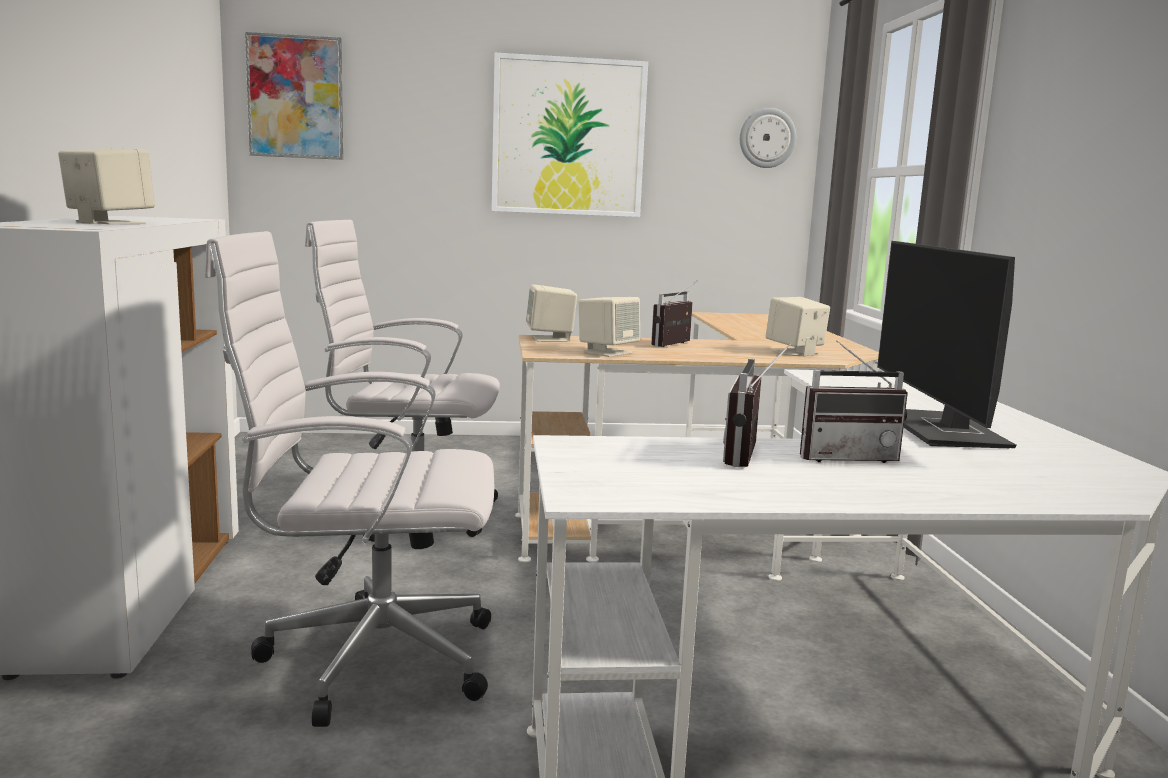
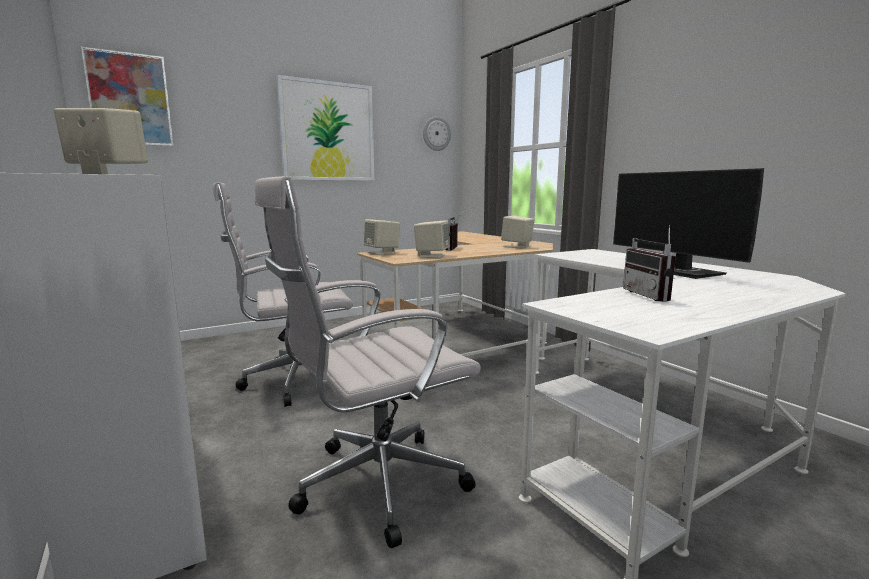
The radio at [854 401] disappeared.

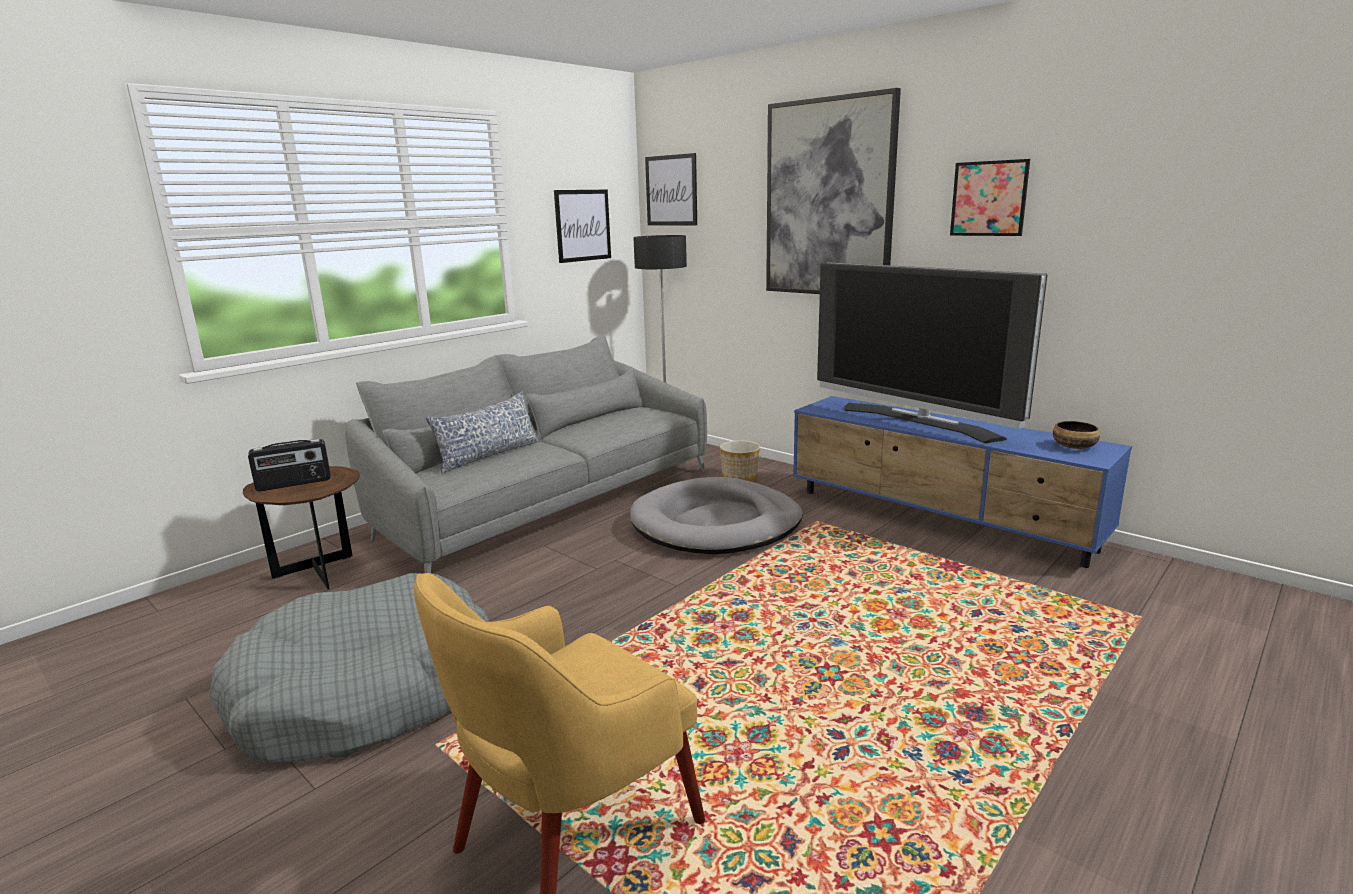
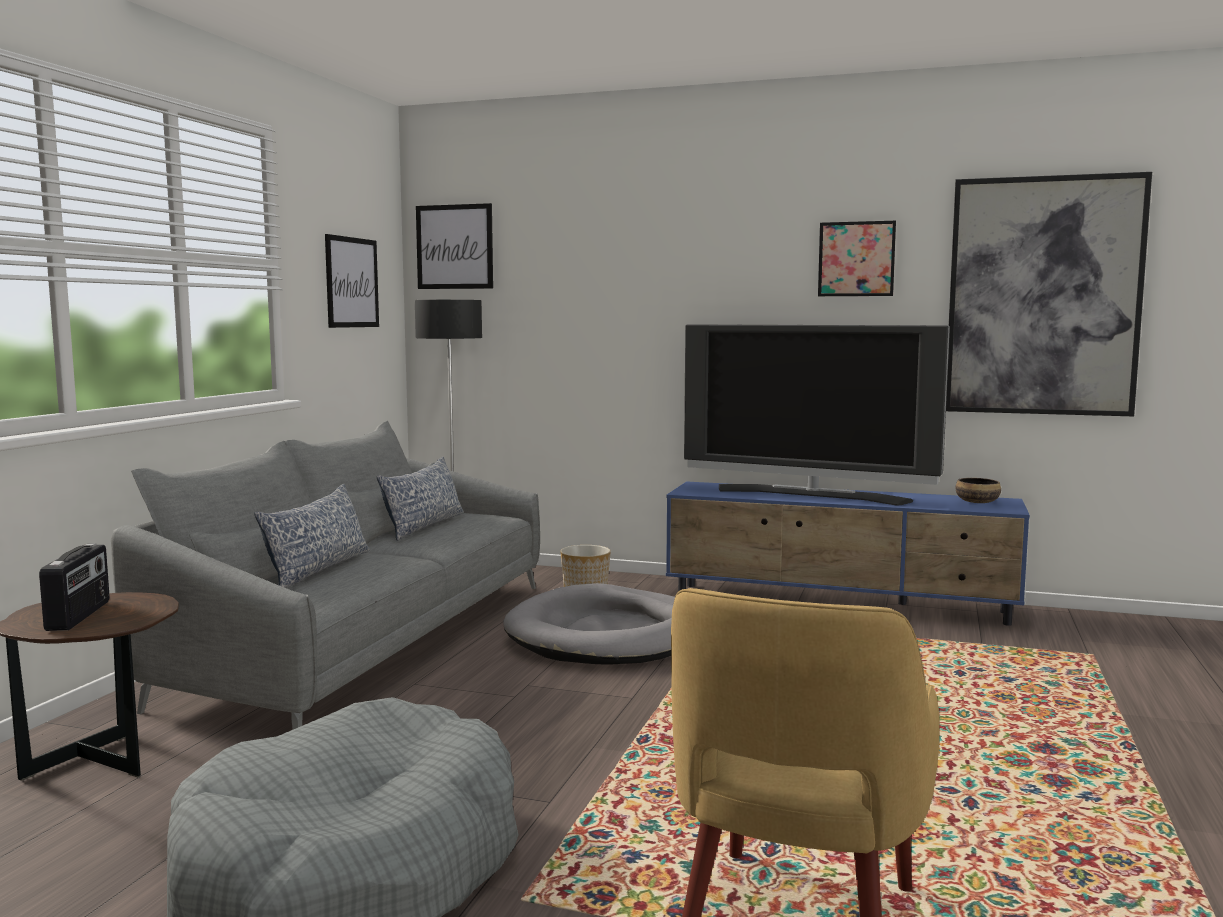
The tableau moved from [833 191] to [1049 294].
The radio at [289 465] turned 45 degrees counterclockwise.
The coussin at [420 498] appeared.

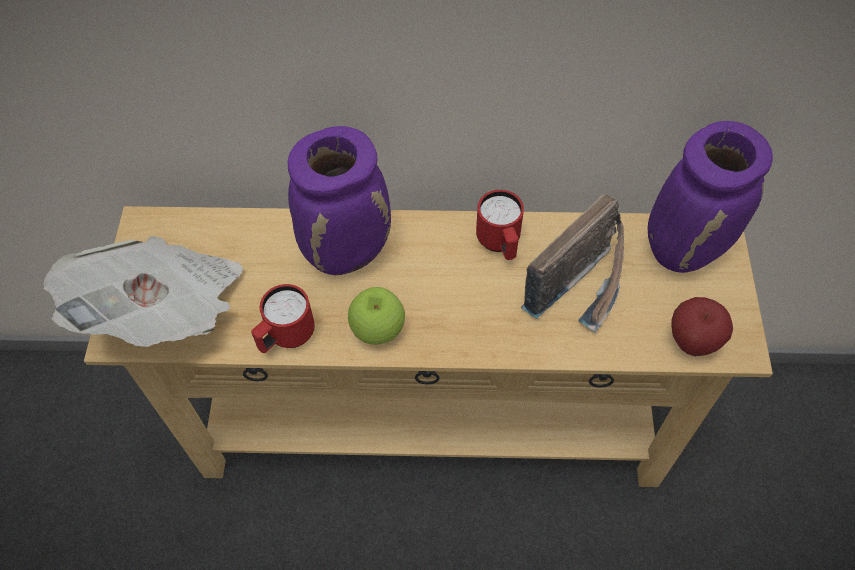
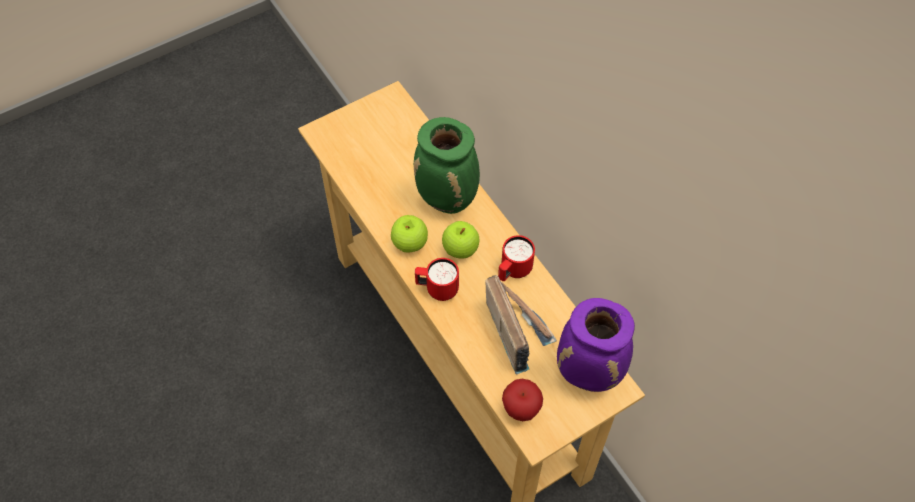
The vase/violet at [339 200] became the vase/vert at [447 165].
The radio at [572 264] turned 120 degrees counterclockwise.
The journal at [143 291] disappeared.
The mug/rouge moved from [283 318] to [437 279].
The pomme at [460 240] appeared.

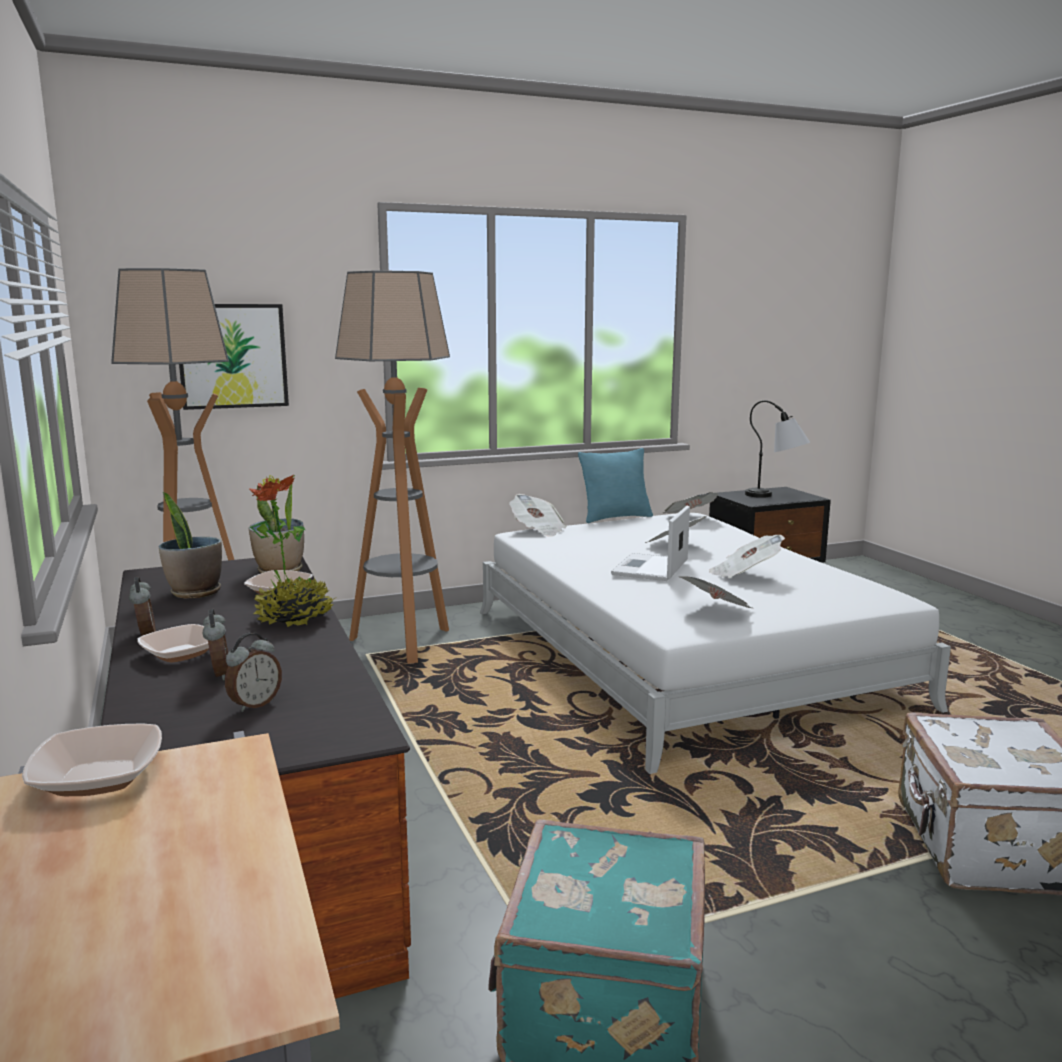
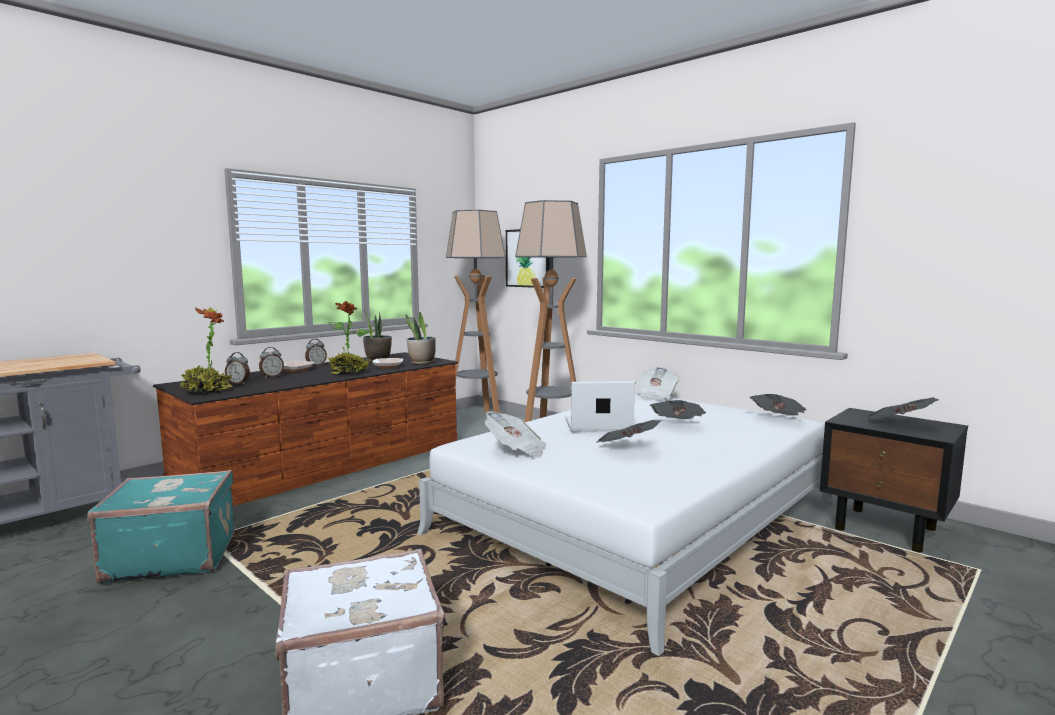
The lampe de table at [777 449] was replaced by the journal at [902 408].
The coussin/turquoise at [615 485] disappeared.
The bol at [92 759] disappeared.
The plante en pot at [206 350] appeared.

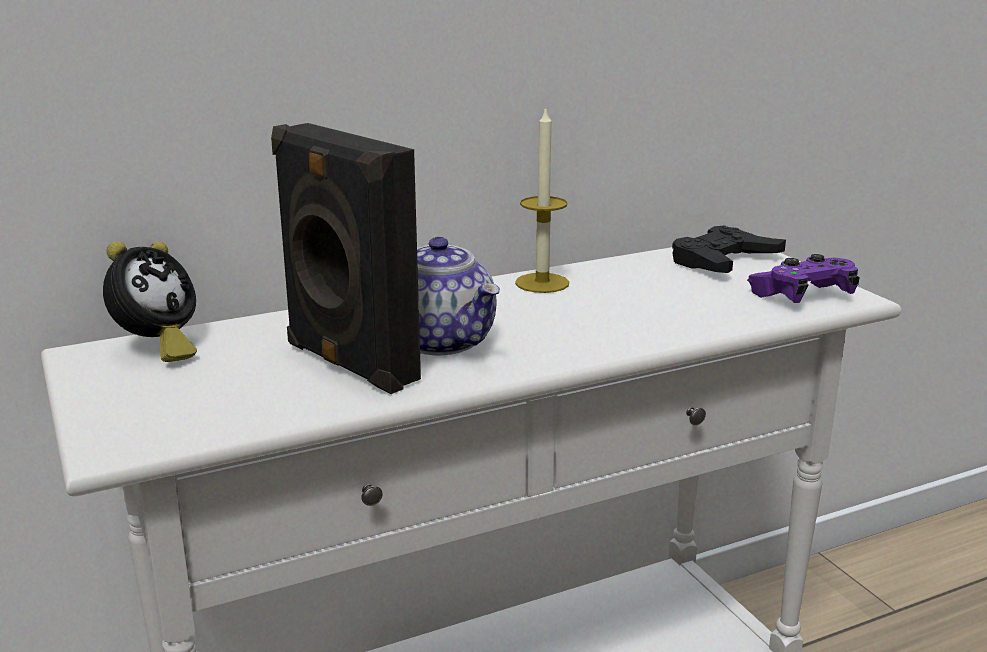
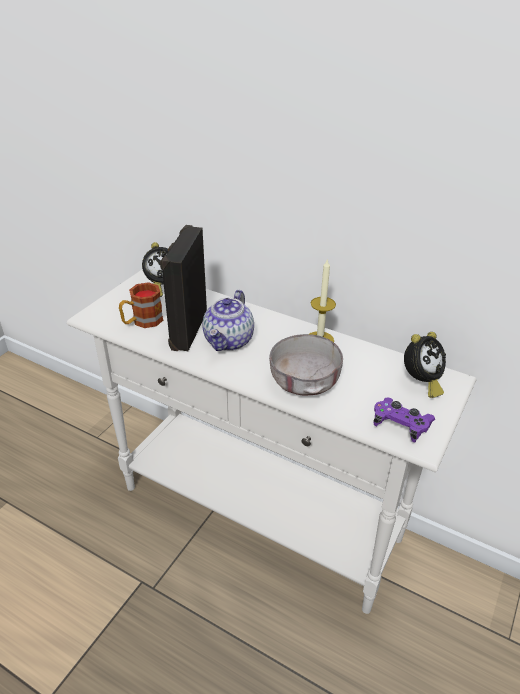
The manette/noir at [729 249] was replaced by the réveil at [425 365].
The mug at [141 305] appeared.
The bol/gris at [306 365] appeared.

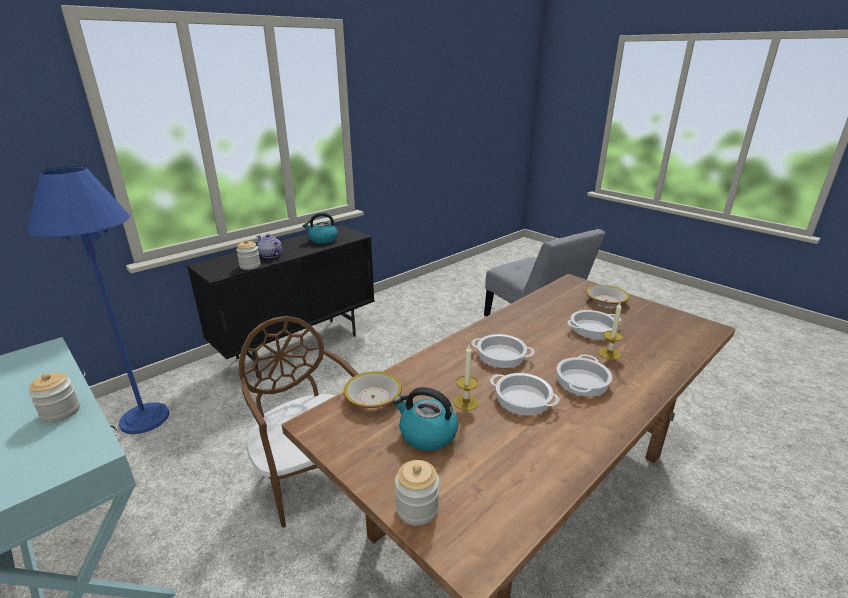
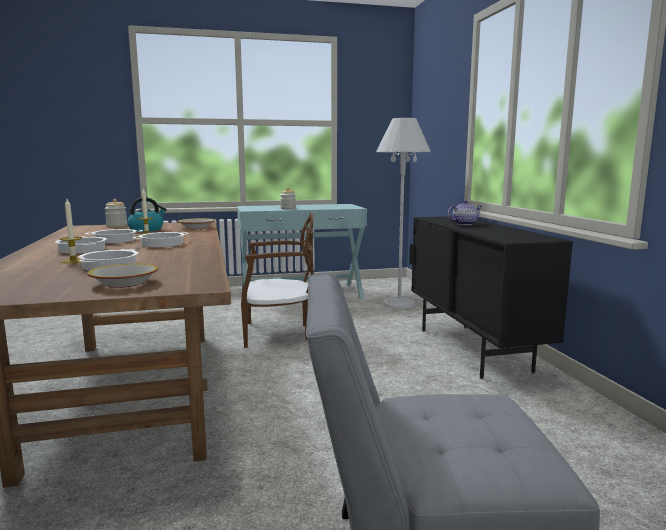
The lampadaire/bleu at [98 300] became the lampadaire/blanc at [403 213].
The bouilloire at [320 228] disappeared.
The bocal at [248 255] disappeared.

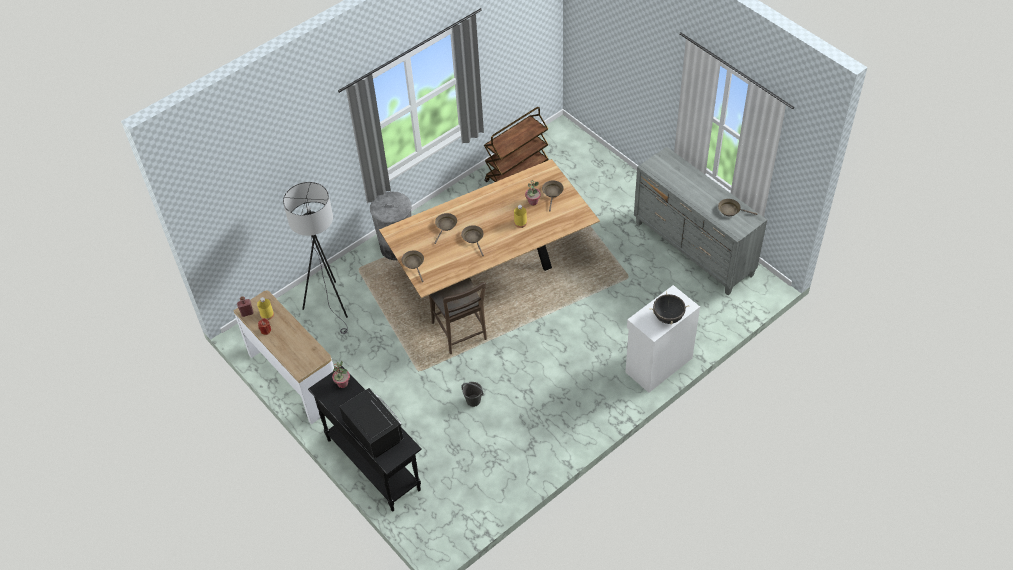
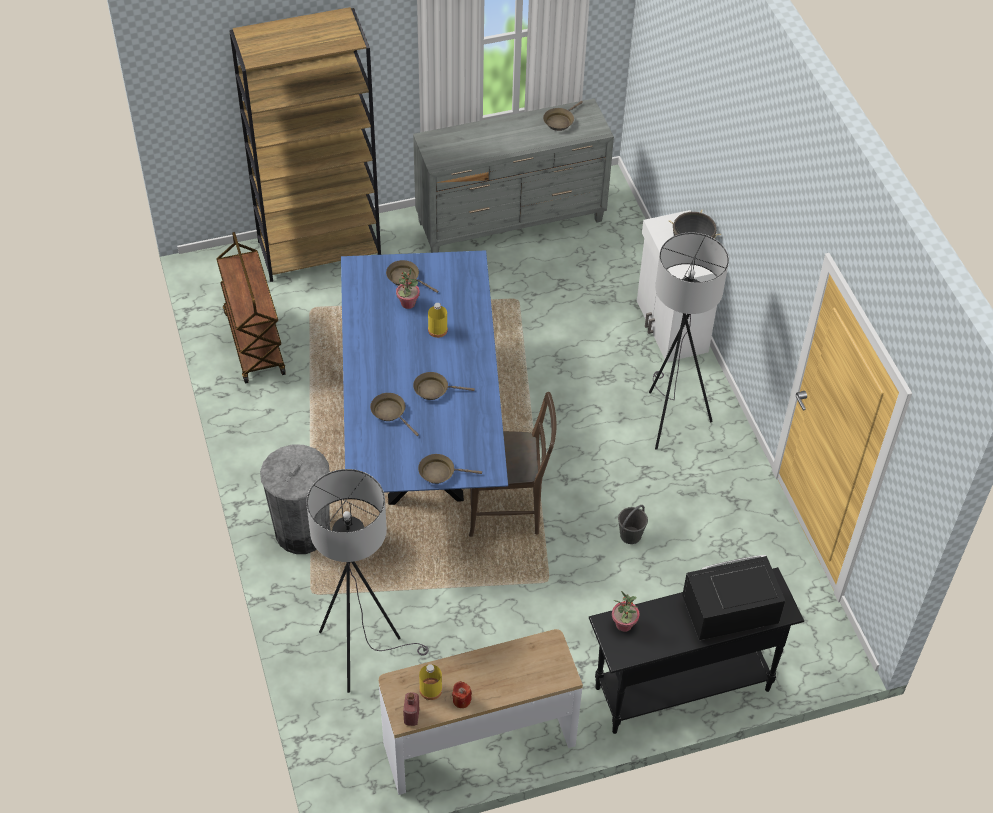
The table à manger/marron at [489 228] became the table à manger/bleu at [424 377].
The bibliothèque/marron at [305 144] appeared.
The lampadaire/gris at [689 341] appeared.

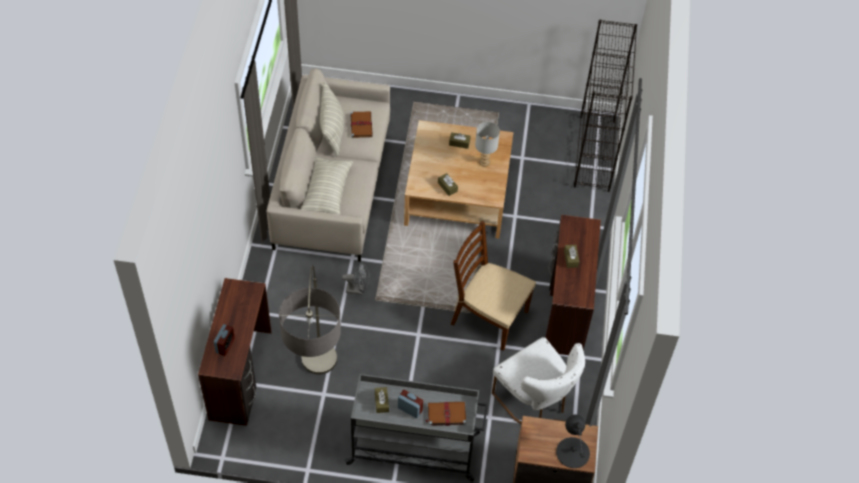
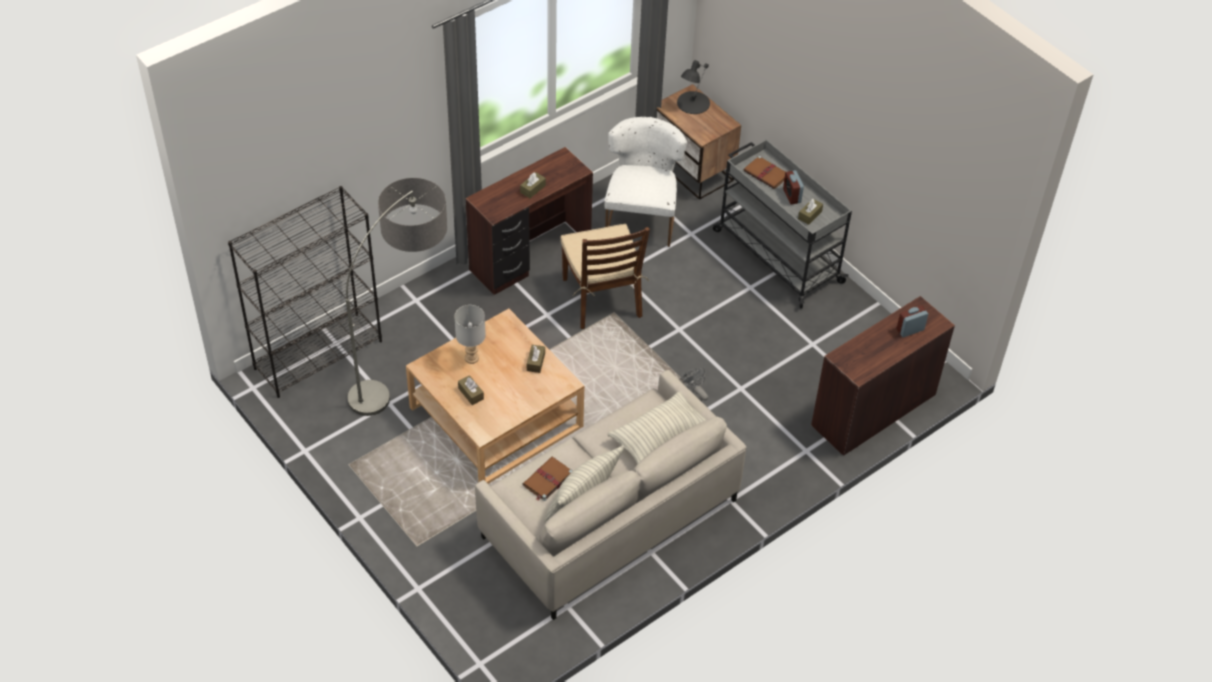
The lampadaire moved from [310 319] to [396 297].

